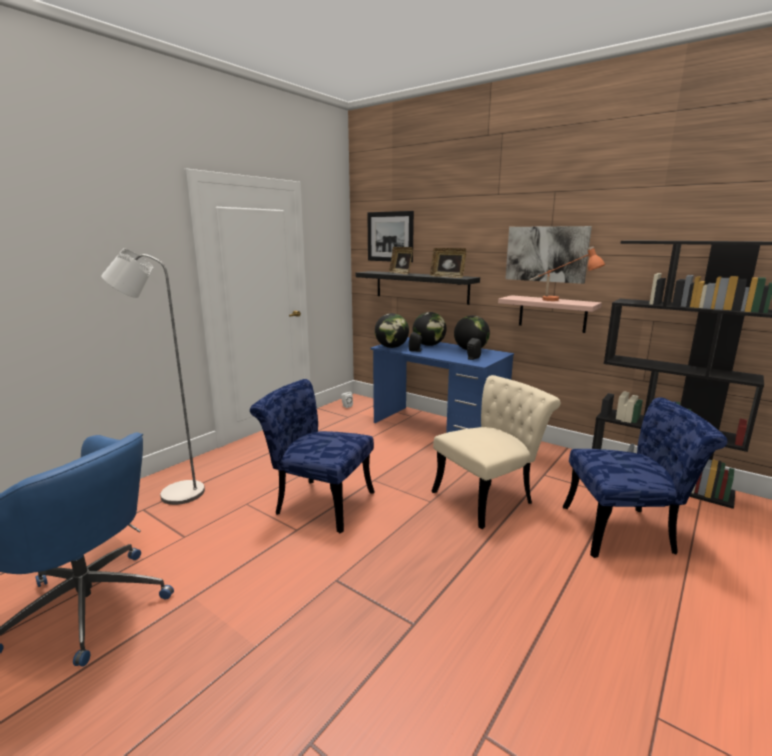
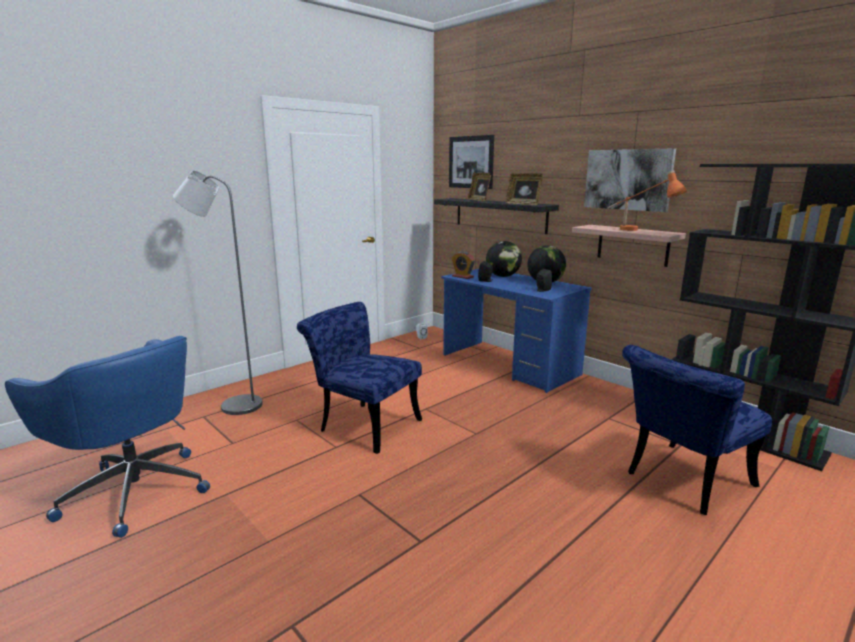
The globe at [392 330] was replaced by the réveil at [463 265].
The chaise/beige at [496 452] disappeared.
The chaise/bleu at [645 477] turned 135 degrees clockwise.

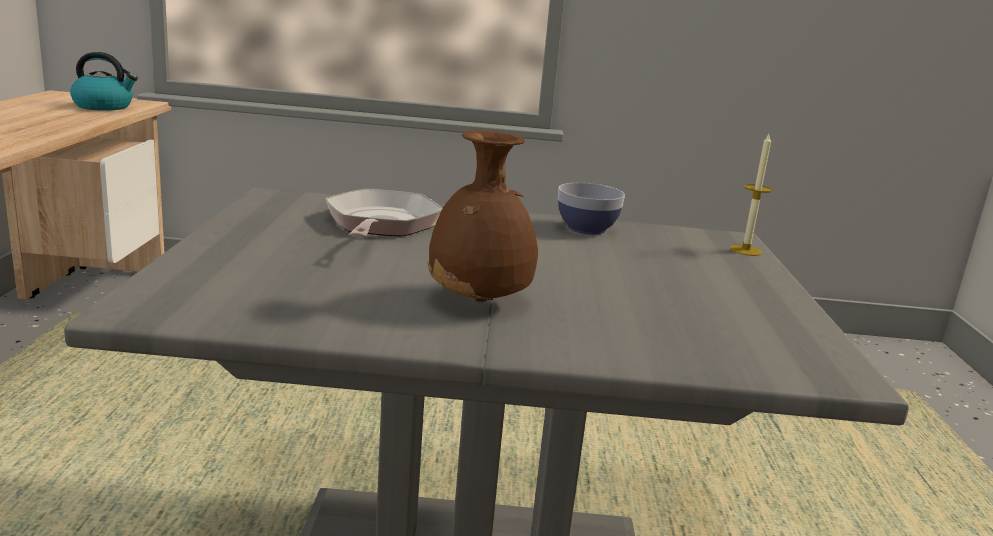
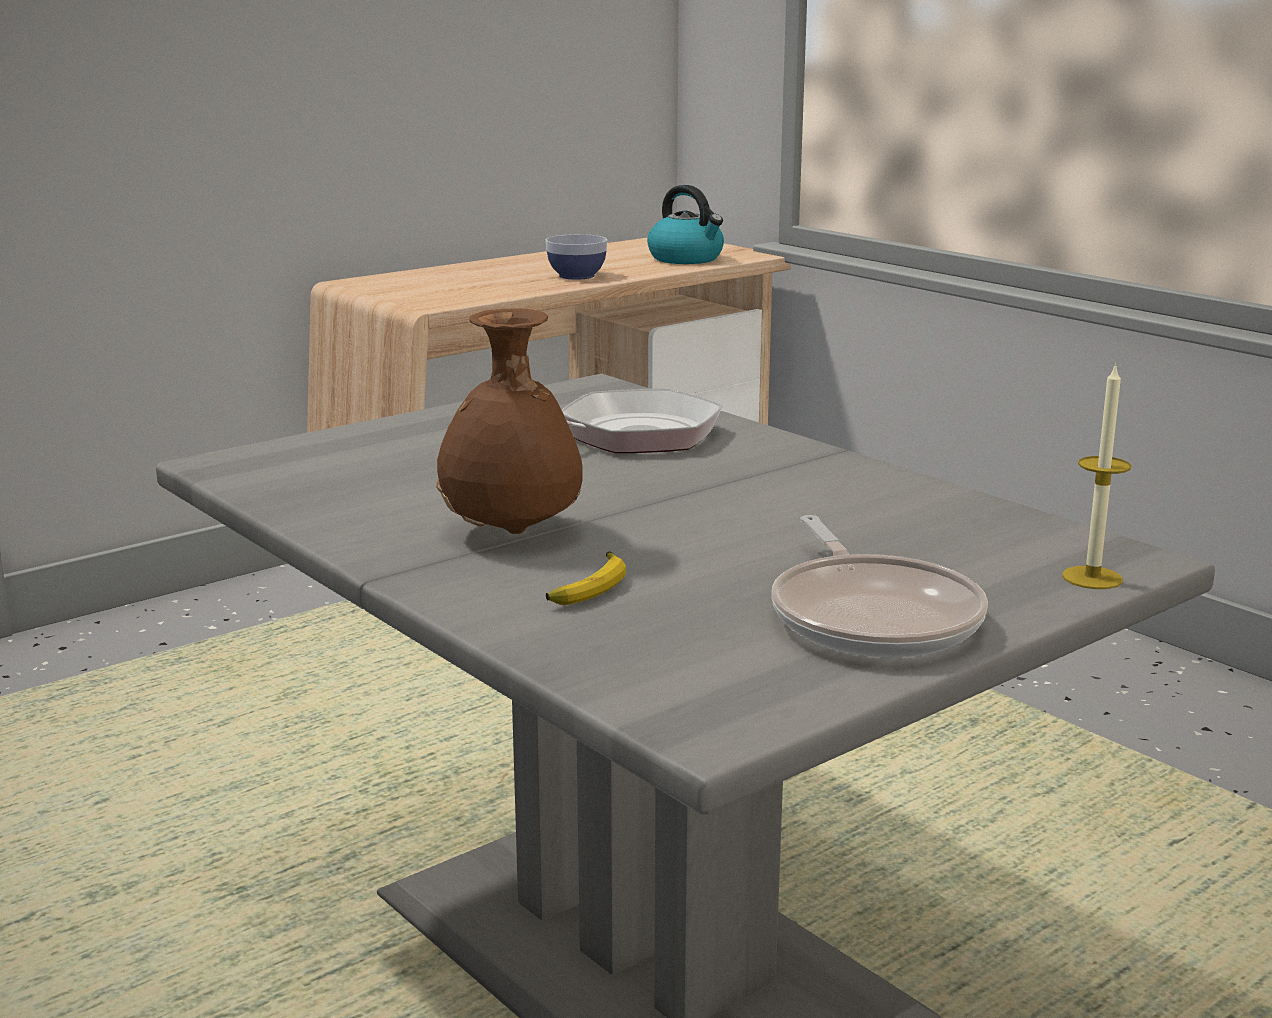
The bol moved from [591 209] to [576 257].
The poêle at [880 586] appeared.
The banane at [586 578] appeared.

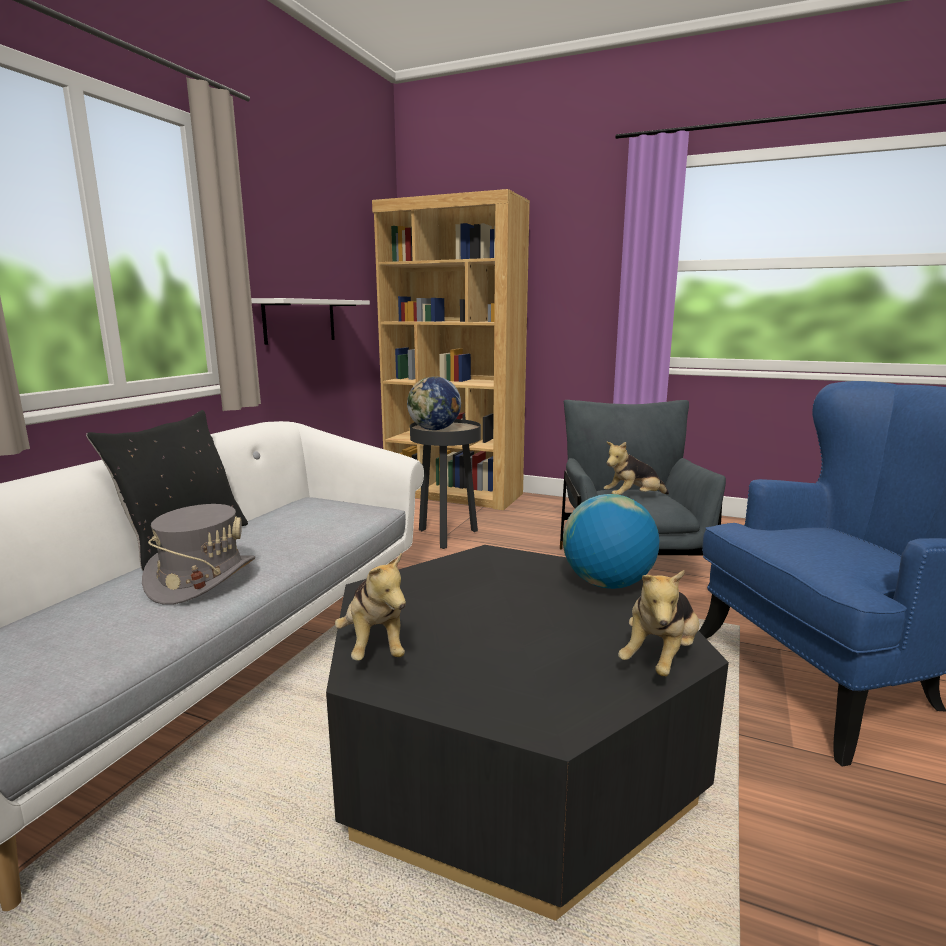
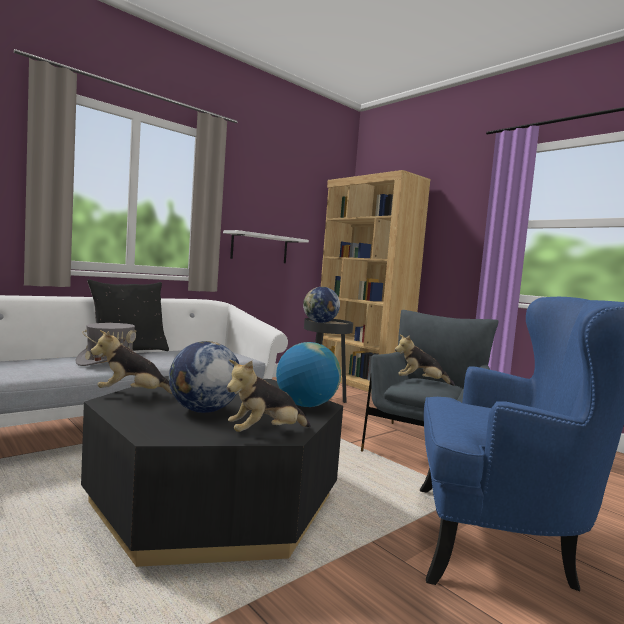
The peluche at [370 607] turned 75 degrees clockwise.
The globe at [204 377] appeared.

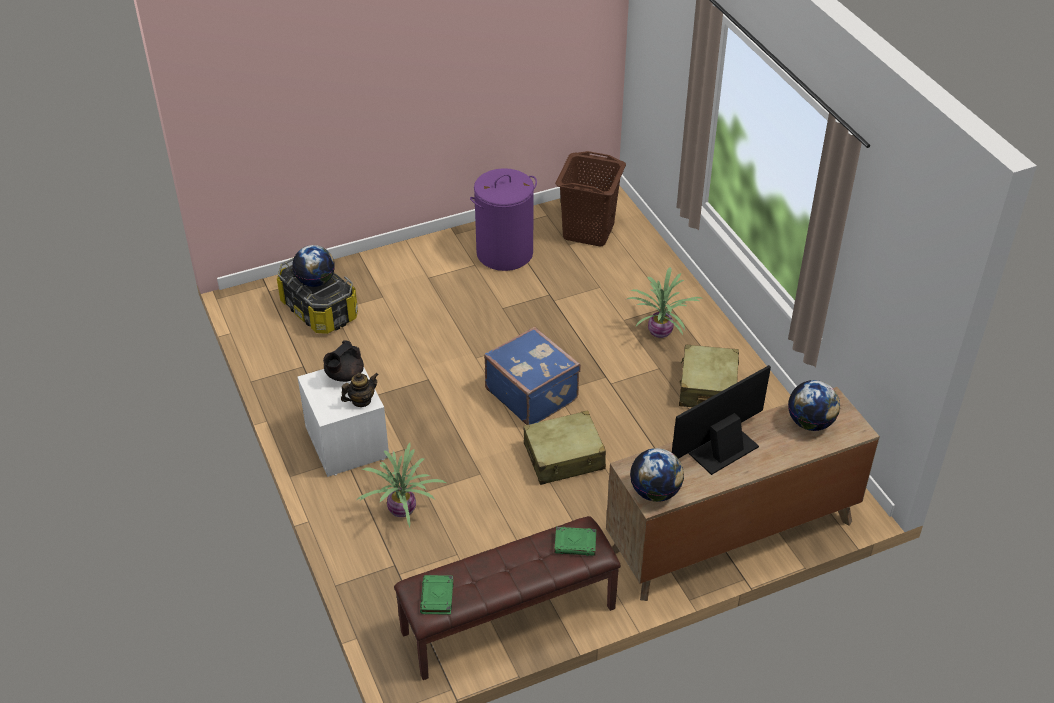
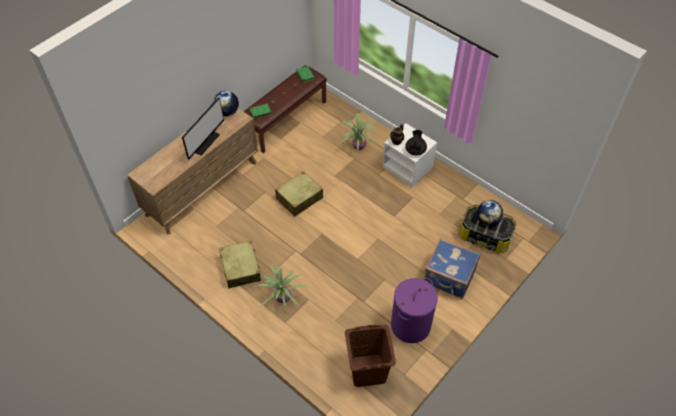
The valise/bleu moved from [532 376] to [453 268].
The globe at [814 405] disappeared.

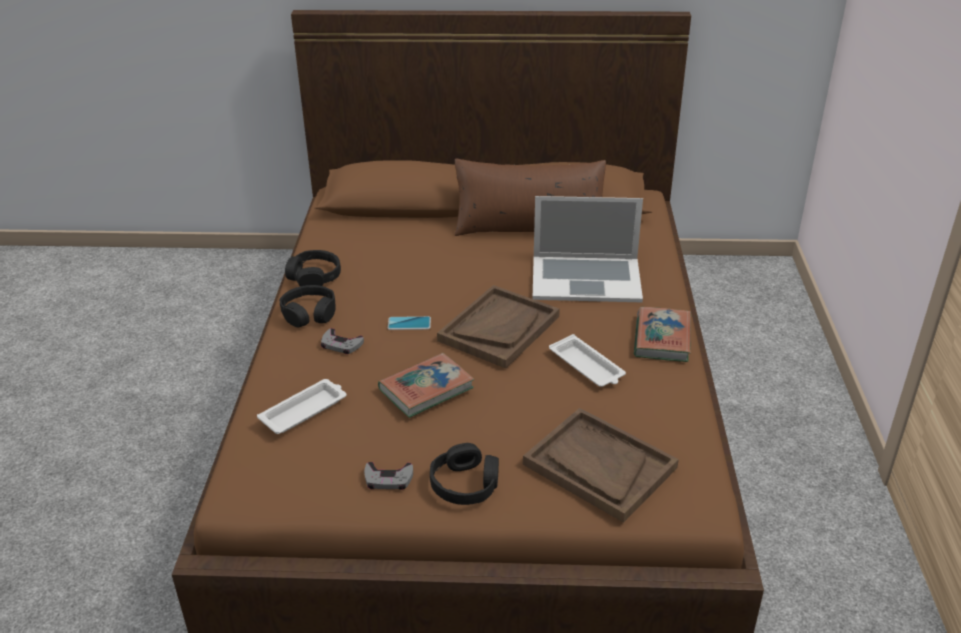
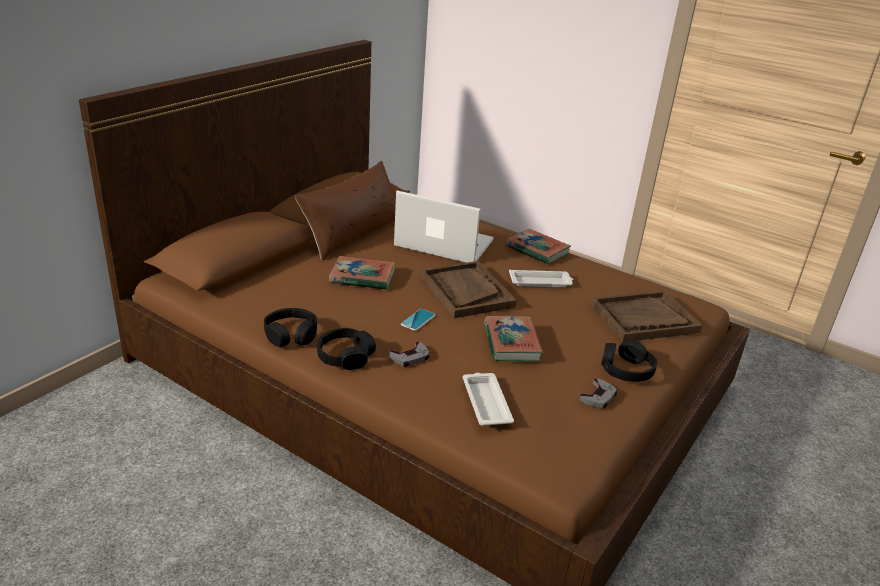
The ordinateur portable at [587 249] turned 105 degrees counterclockwise.
The livre at [362 273] appeared.

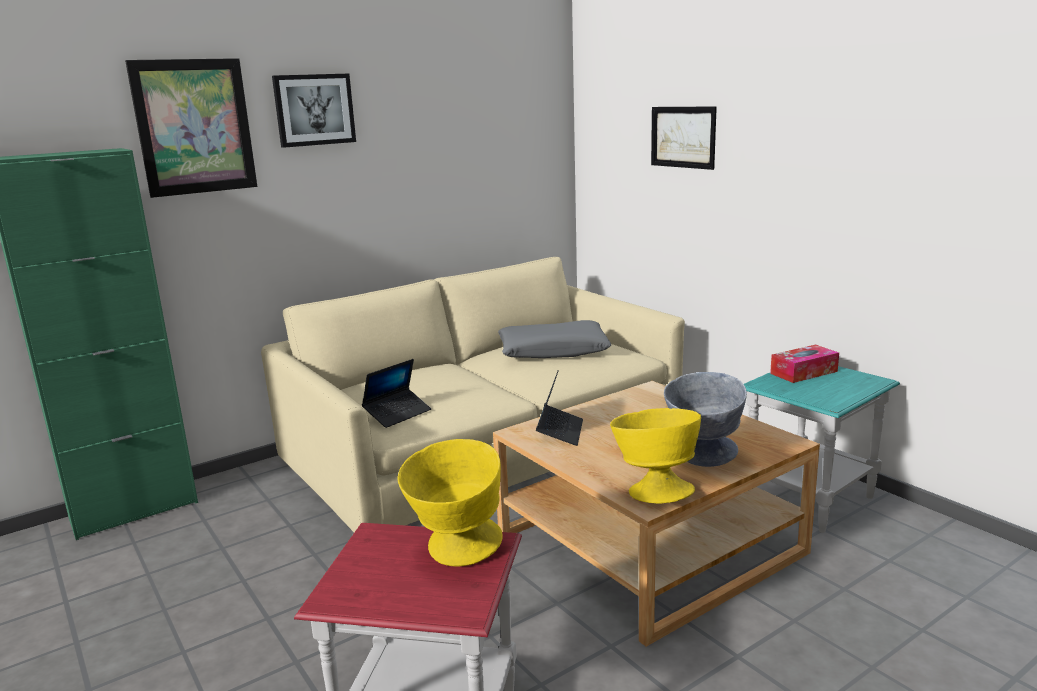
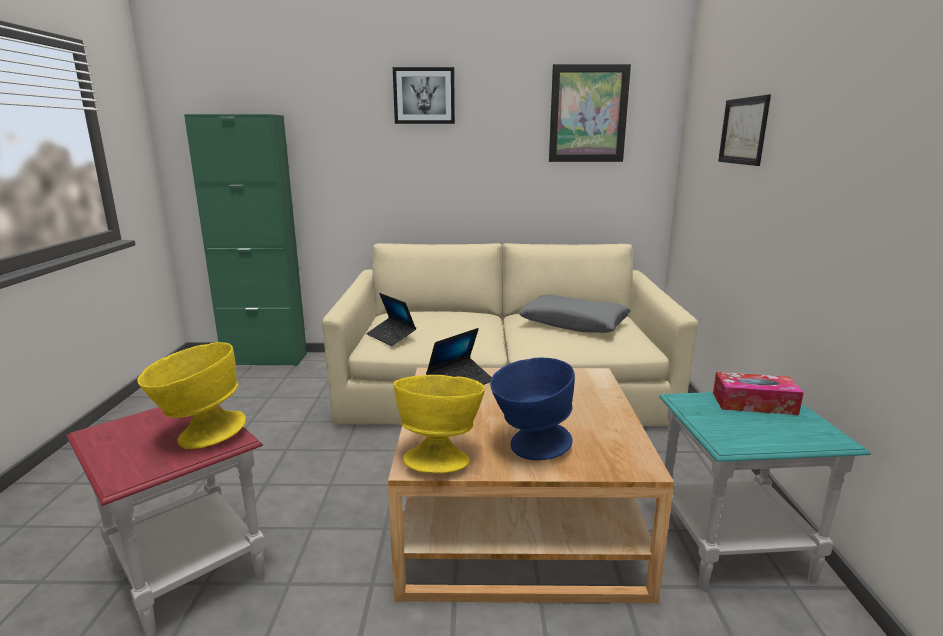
The tableau moved from [191 128] to [590 113].
The ordinateur portable at [396 393] turned 60 degrees clockwise.
The bol/gris at [705 419] became the bol/bleu at [532 409].

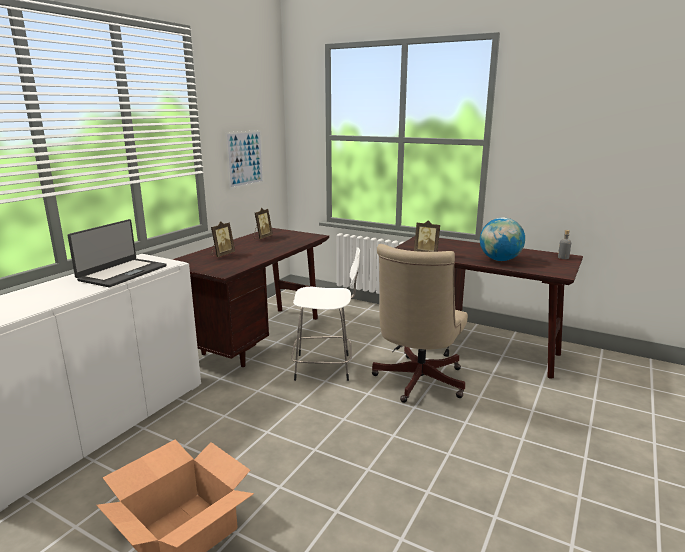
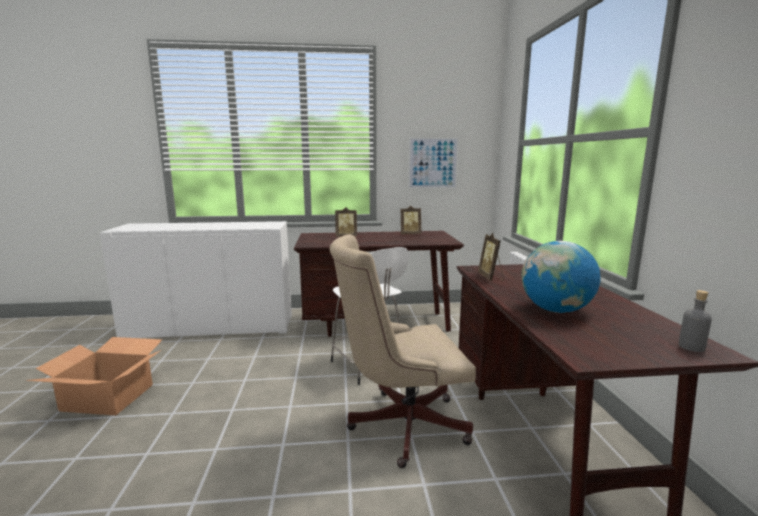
The ordinateur portable at [117 253] disappeared.

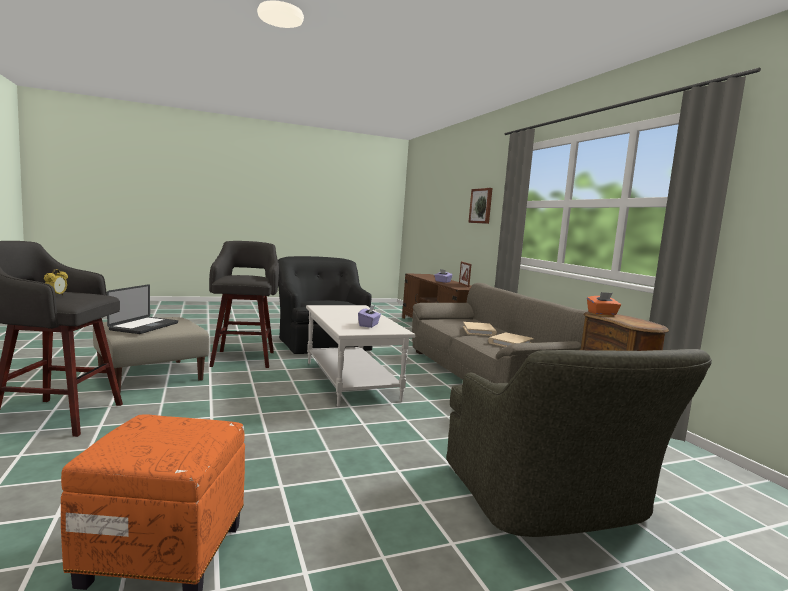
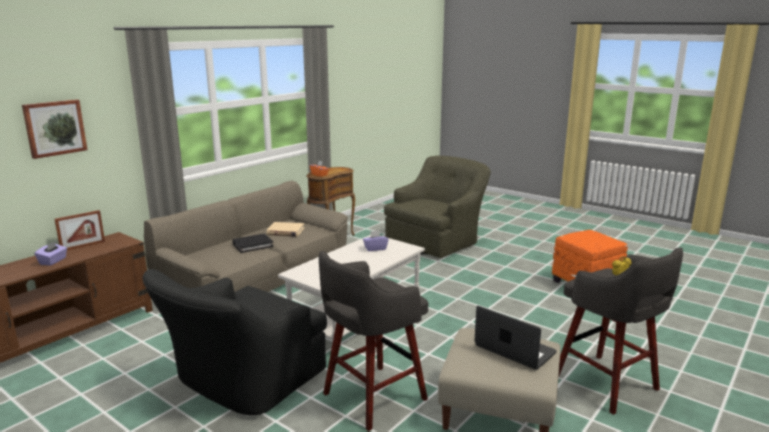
The ordinateur portable at [142 309] turned 60 degrees clockwise.
The livre/beige at [480 329] became the livre/noir at [253 243].

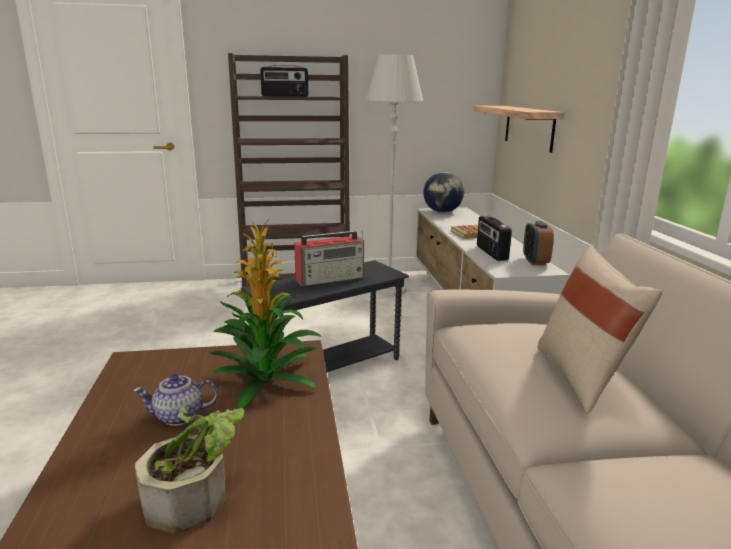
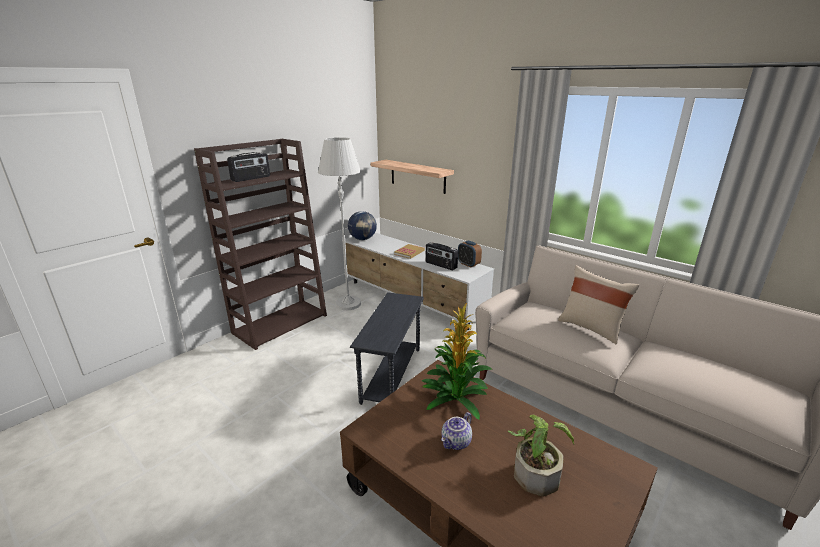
The radio at [329 258] disappeared.

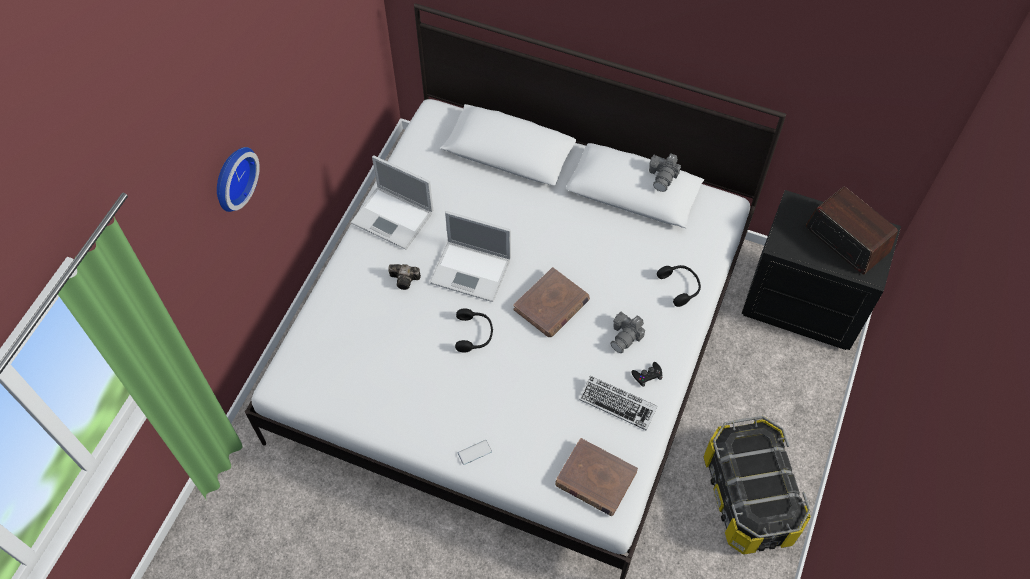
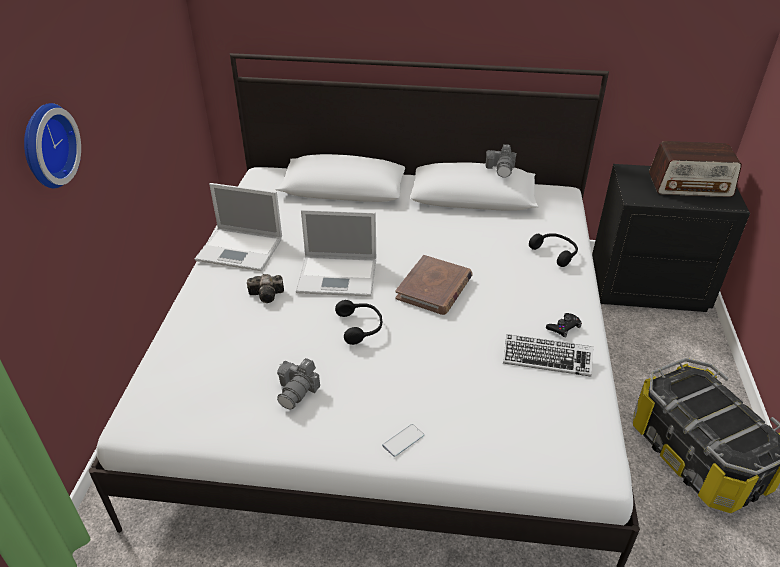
The radio at [852 230] turned 150 degrees clockwise.
The appareil photo moved from [627 332] to [298 384].
The livre/marron at [596 477] disappeared.

